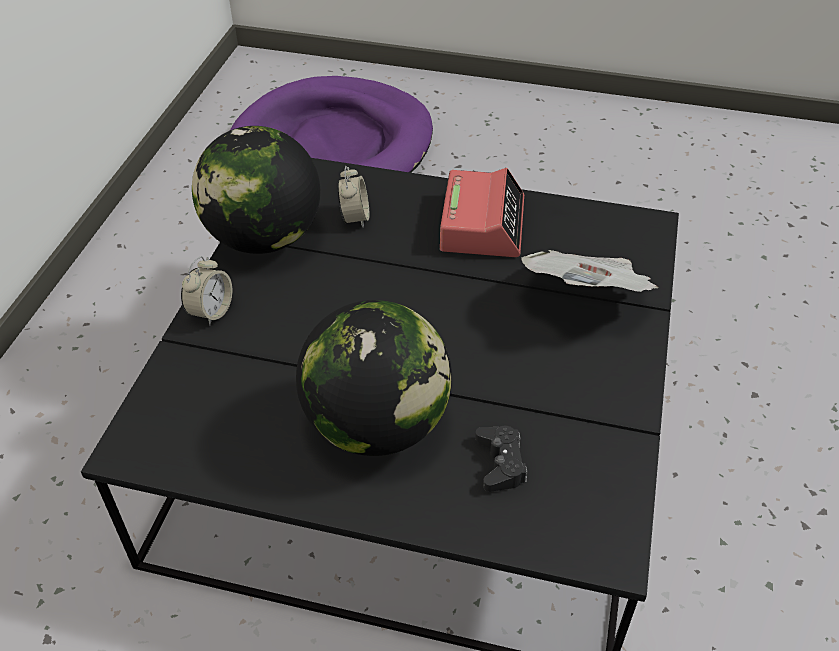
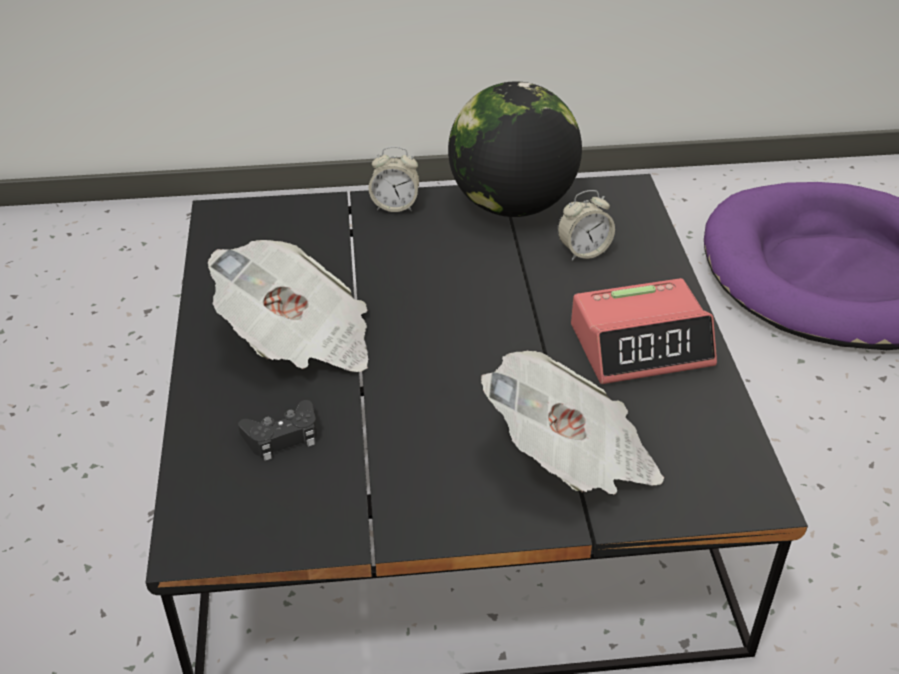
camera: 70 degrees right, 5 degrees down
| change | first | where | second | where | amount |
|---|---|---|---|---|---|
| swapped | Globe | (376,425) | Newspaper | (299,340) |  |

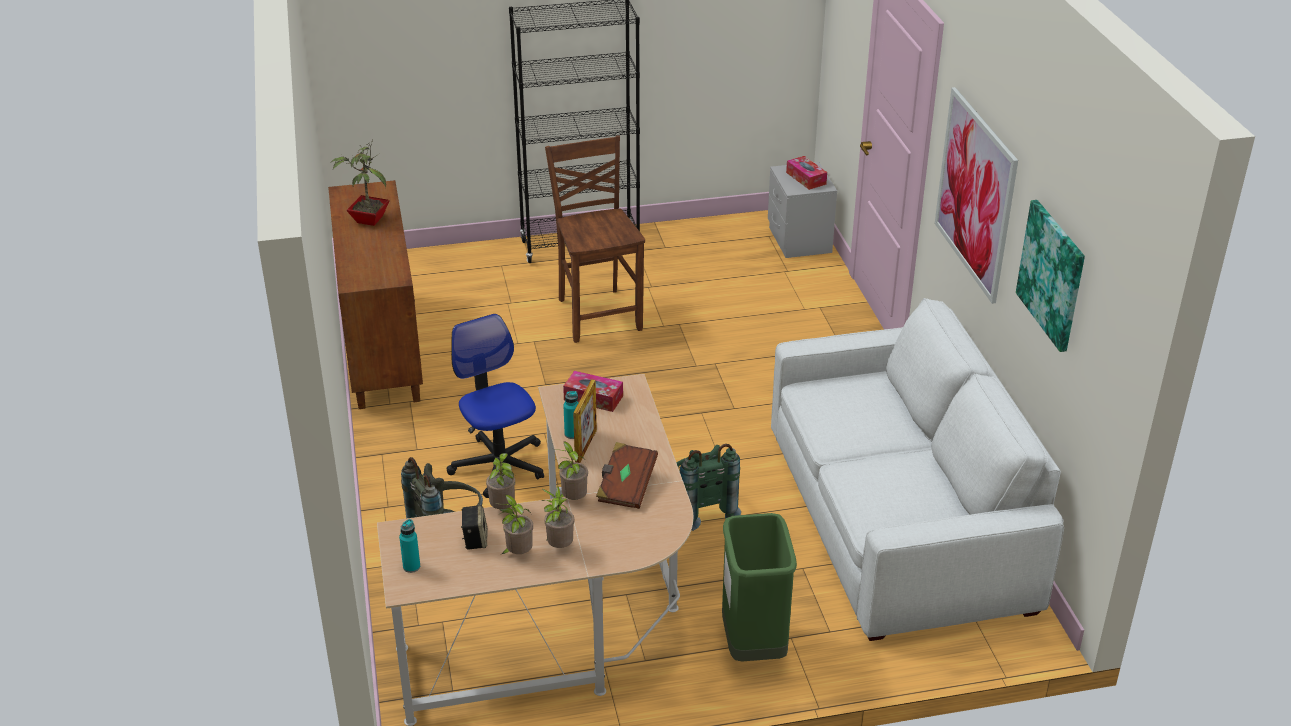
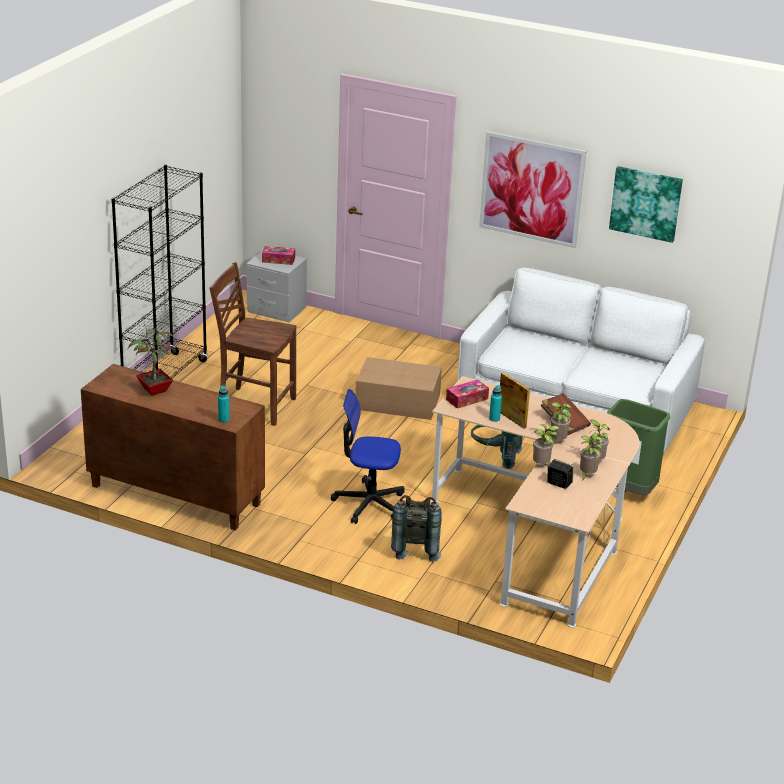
camera: 55 degrees left, 5 degrees down
| change | first | where | second | where | amount |
|---|---|---|---|---|---|
| new |  |  | CardboardBox | (399,402) |  |
| shifted | TurquoiseBottle | (411,567) |  | (223,420) |  |

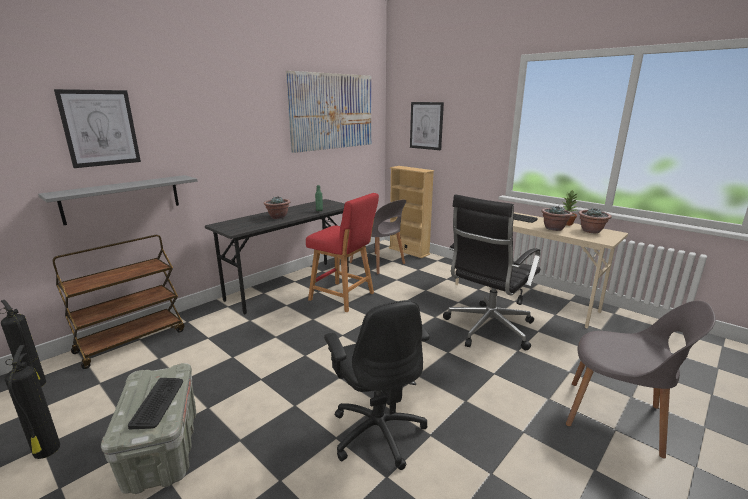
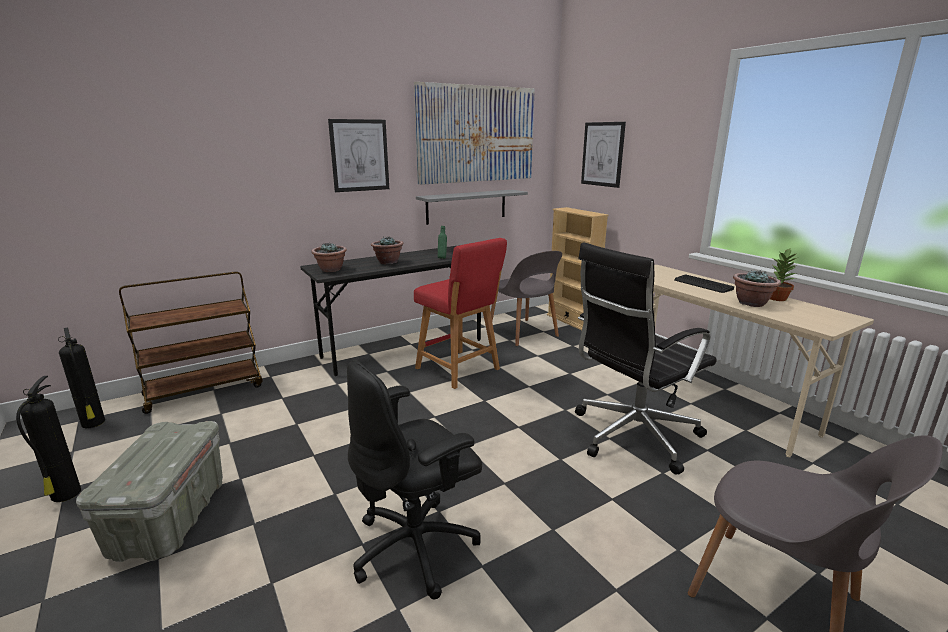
camera: 15 degrees right, 0 degrees up
| change | first | where | second | where | amount |
|---|---|---|---|---|---|
| gone | Keyboard | (158,402) |  |  |  |
| shifted | GreyShelf | (122,199) |  | (466,206) |  |
| shifted | Picture | (100,128) |  | (359,155) |  |
| shifted | PottedPlant | (591,231) |  | (331,270) |  |
| rotated | BlackOfficeChair | (378,431) |  | (417,546) | 60 degrees clockwise |

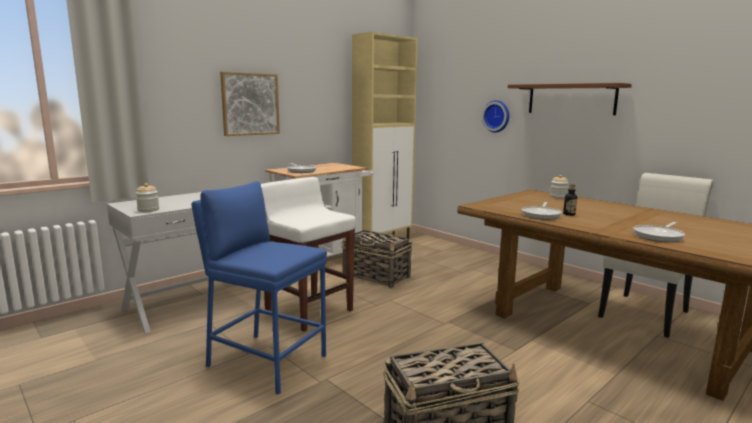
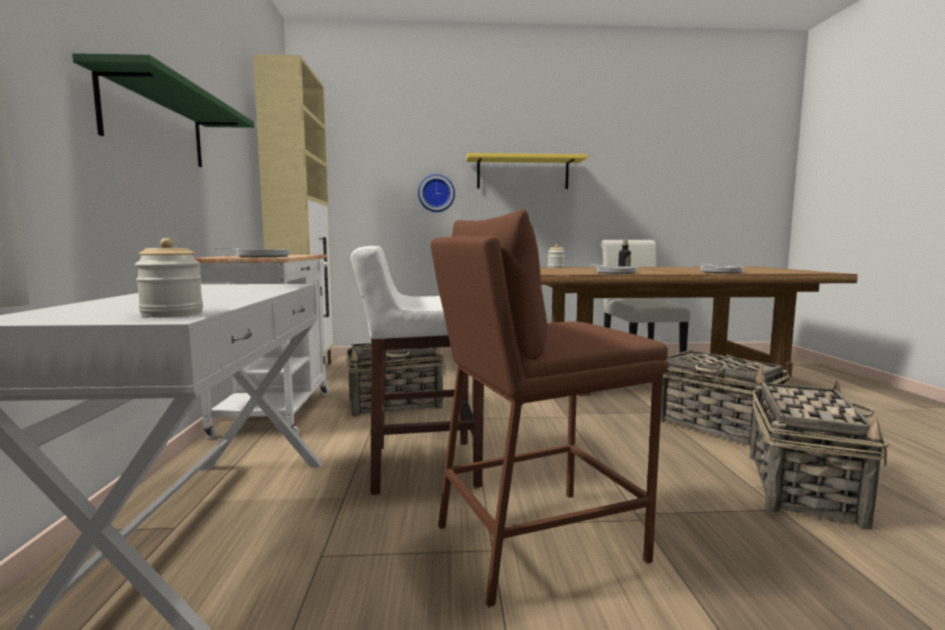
camera: 50 degrees left, 5 degrees down
| change | first | where | second | where | amount |
|---|---|---|---|---|---|
| new |  |  | Basket | (718,427) |  |
| swapped | Picture | (250,104) | GreenShelf | (155,124) |  |
| repainted | BlueStool | (266,361) | BrownStool | (536,541) |  |
| repainted | BrownShelf | (571,99) | YellowShelf | (522,173) |  |

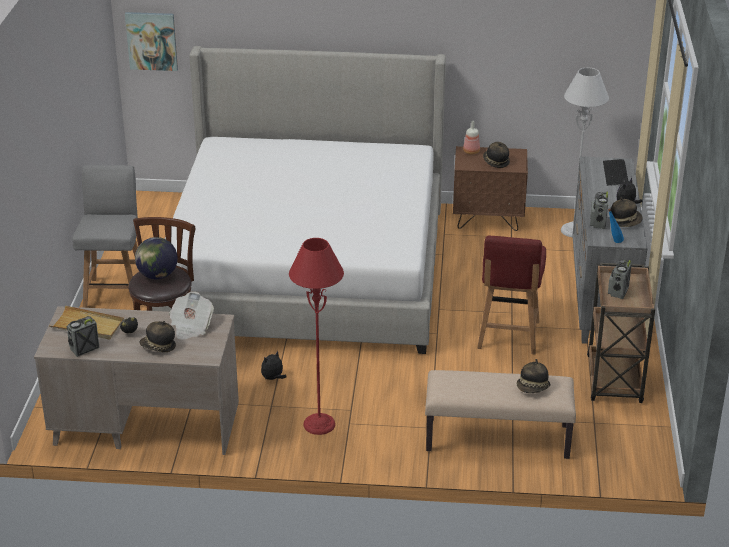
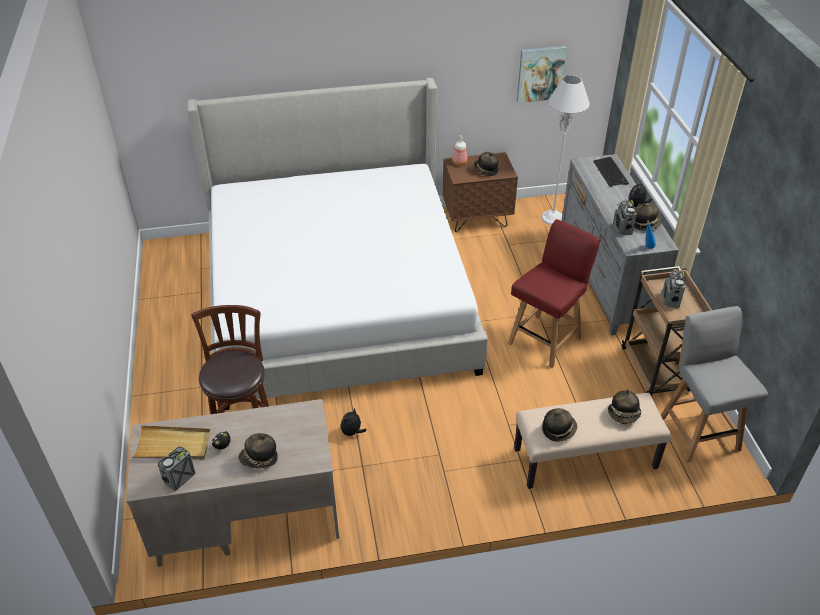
camera: 15 degrees left, 10 degrees up
| change | first | where | second | where | amount |
|---|---|---|---|---|---|
| gone | Globe | (157,275) |  |  |  |
| gone | Newspaper | (191,327) |  |  |  |
| gone | RedFloorLamp | (319,424) |  |  |  |
| new |  |  | Hat | (558,429) |  |
| shifted | GreyChair | (115,293) |  | (698,432) |  |
| shifted | Picture | (152,40) |  | (540,73) |  |
| rotated | RedChair | (508,336) |  | (545,340) | 135 degrees counterclockwise |

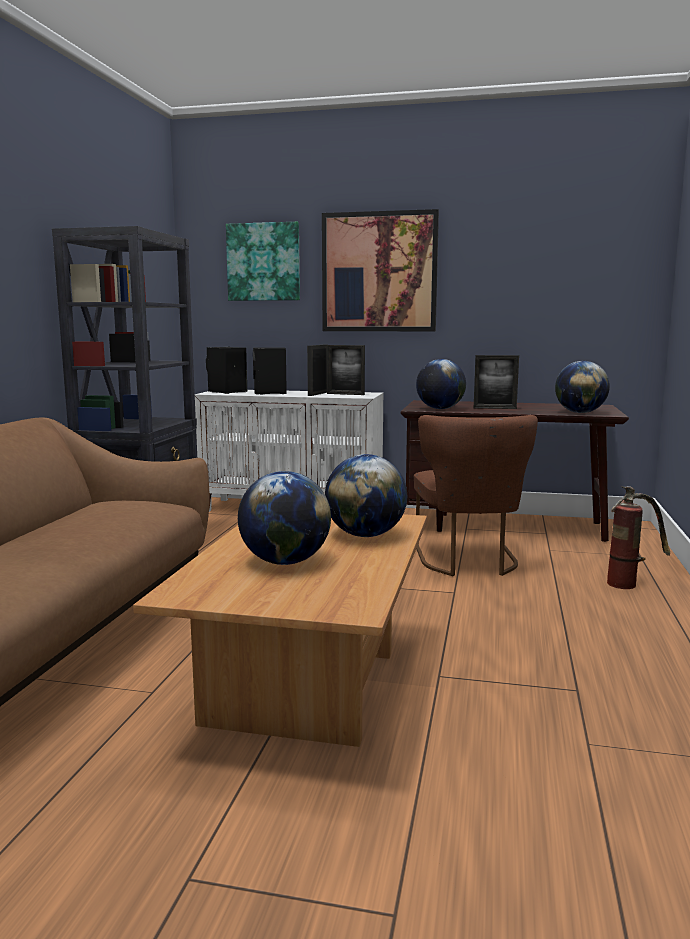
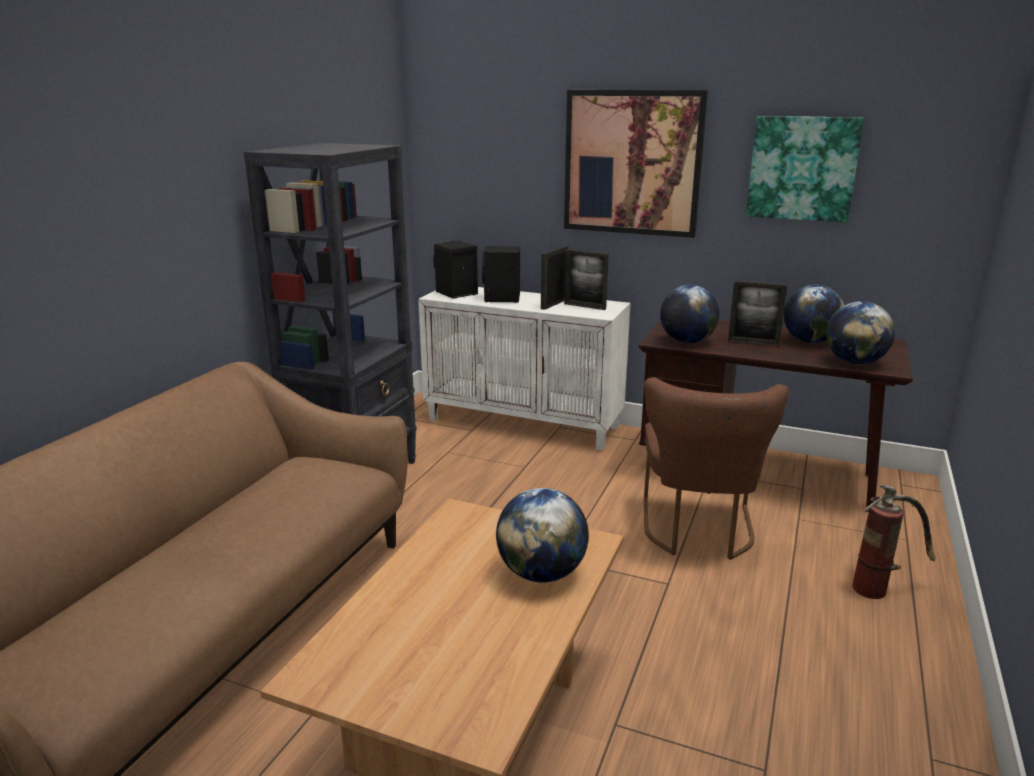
camera: 10 degrees right, 10 degrees up
| change | first | where | second | where | amount |
|---|---|---|---|---|---|
| shifted | Picture | (263,262) |  | (802,168) |  |
| shifted | Globe | (285,562) |  | (810,341) |  |

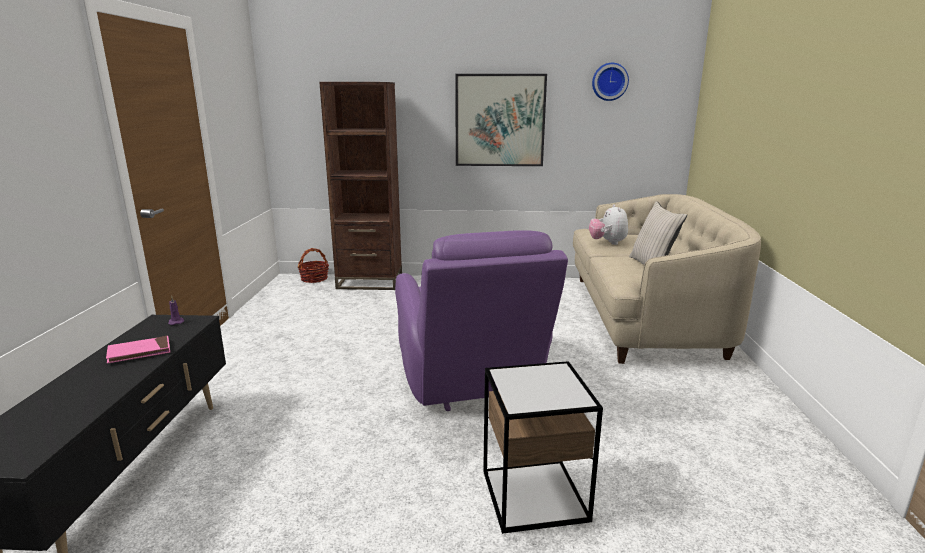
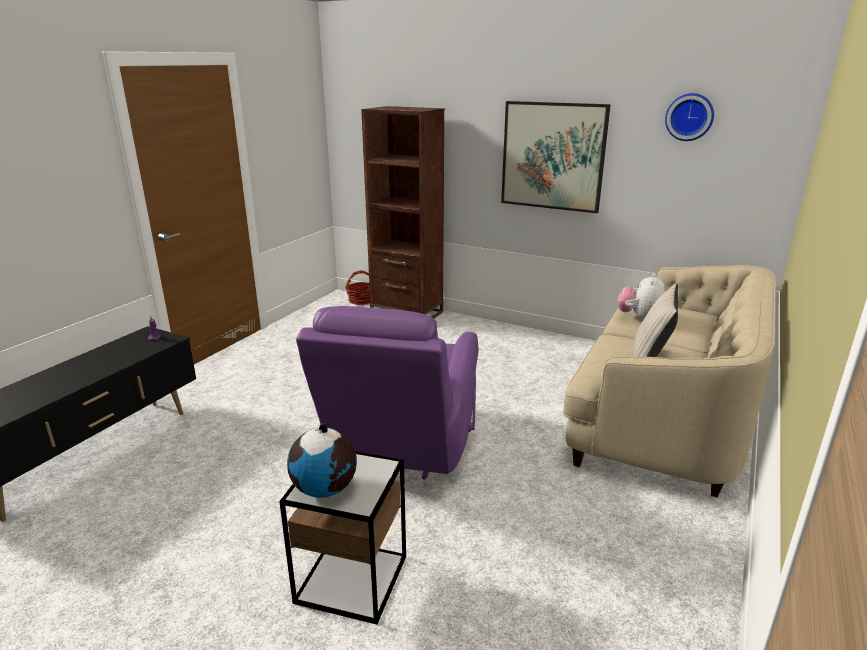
camera: 25 degrees right, 5 degrees up
| change | first | where | second | where | amount |
|---|---|---|---|---|---|
| gone | PinkBook | (139,352) |  |  |  |
| new |  |  | Globe | (325,489) |  |

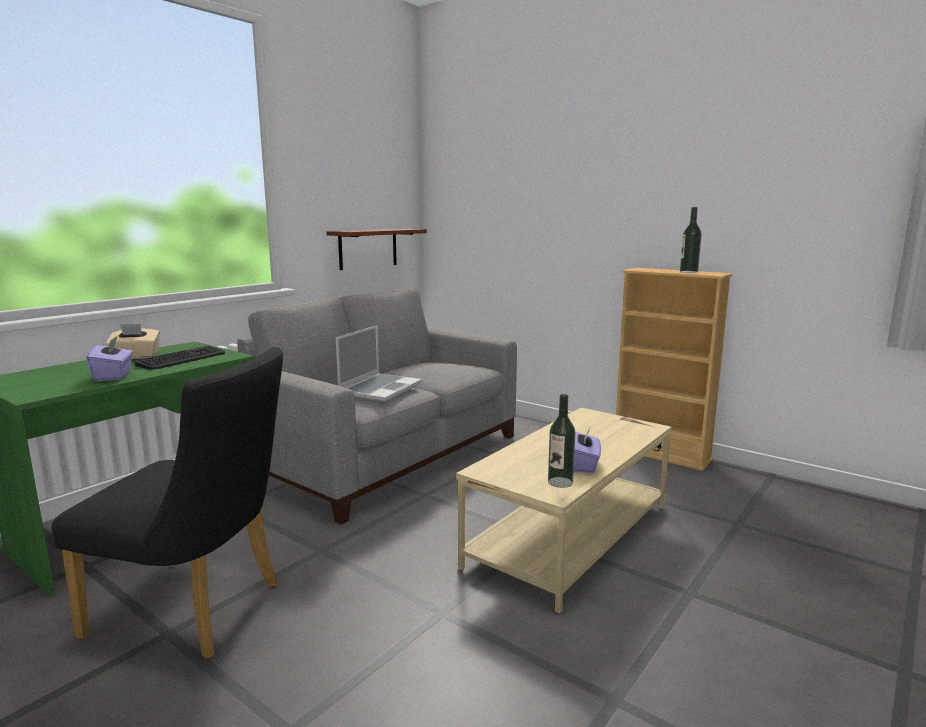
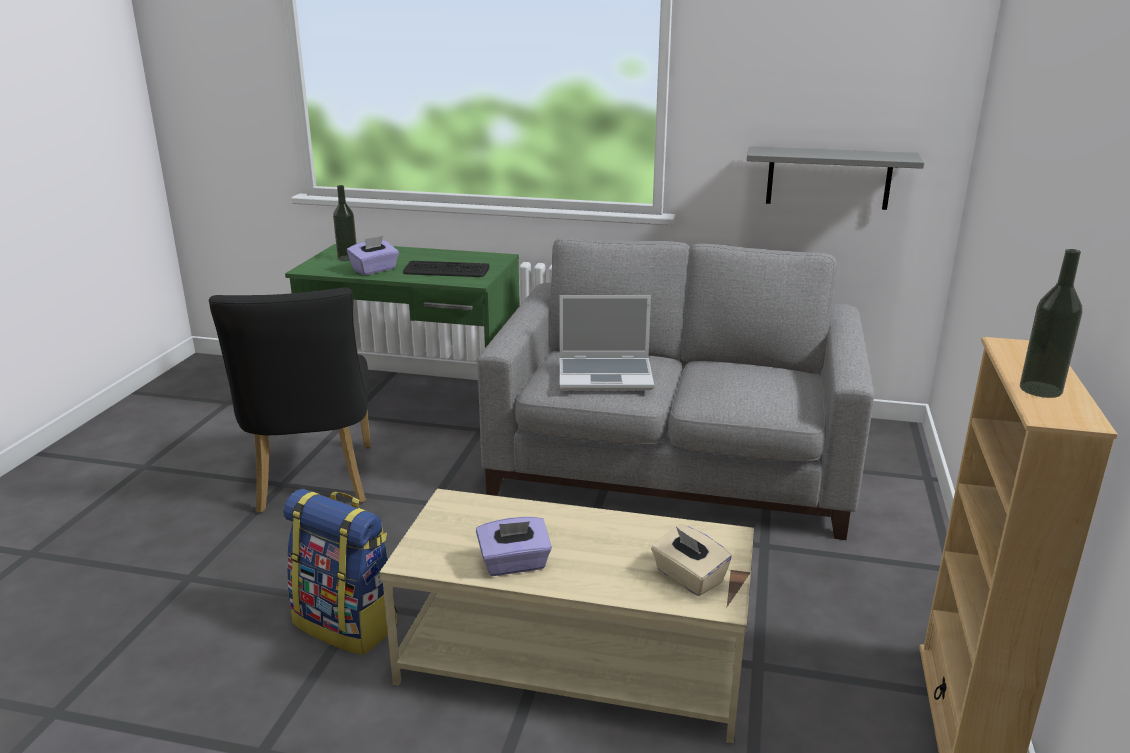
camera: 65 degrees right, 10 degrees up
| change | first | where | second | where | amount |
|---|---|---|---|---|---|
| new |  |  | Backpack | (348,624) |  |
| shifted | BeigeTissueBox | (135,357) |  | (688,578) |  |
| shifted | Bottle | (560,482) |  | (347,258) |  |
| repainted | BrownShelf | (368,248) | GreyShelf | (828,178) |  |

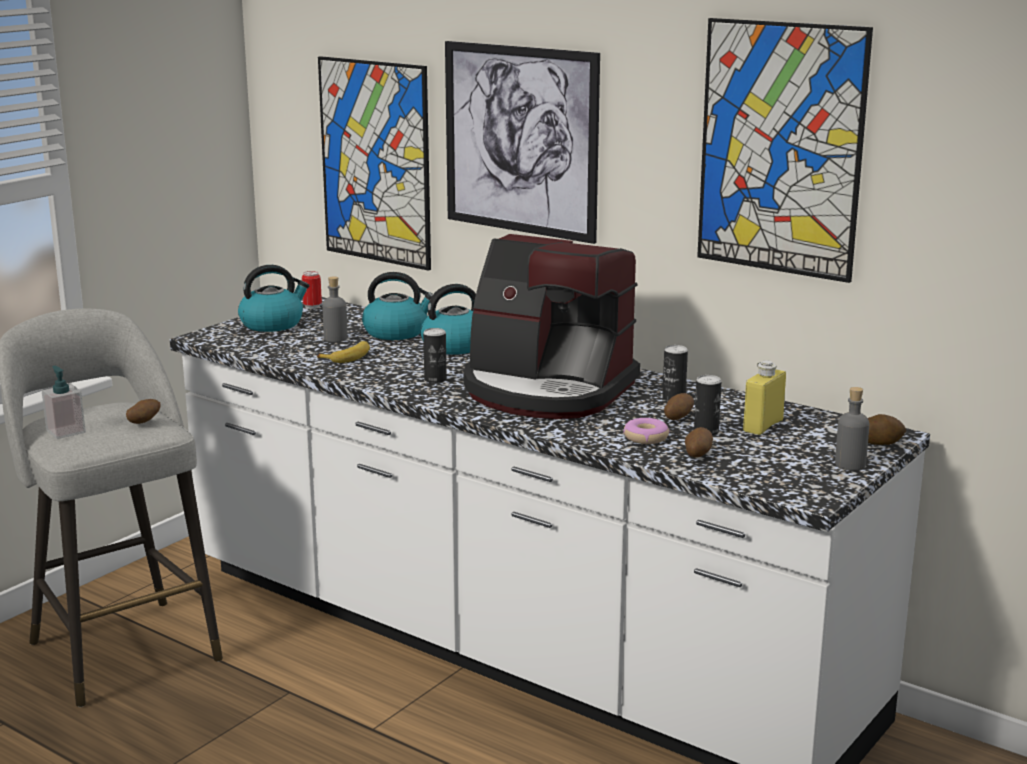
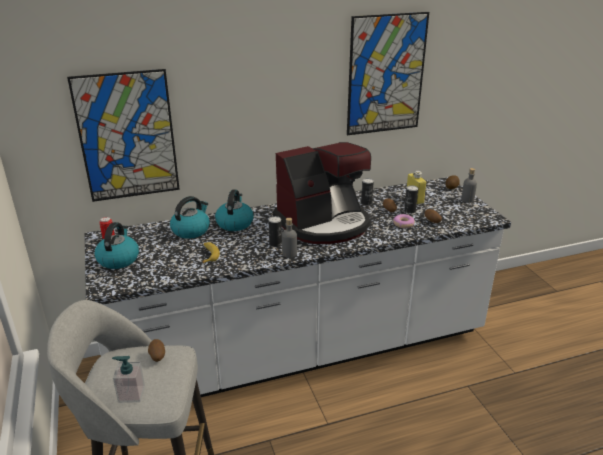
camera: 55 degrees left, 10 degrees up
| change | first | where | second | where | amount |
|---|---|---|---|---|---|
| gone | Picture | (520,140) |  |  |  |
| shifted | GreyBottle | (335,338) |  | (289,253) |  |

